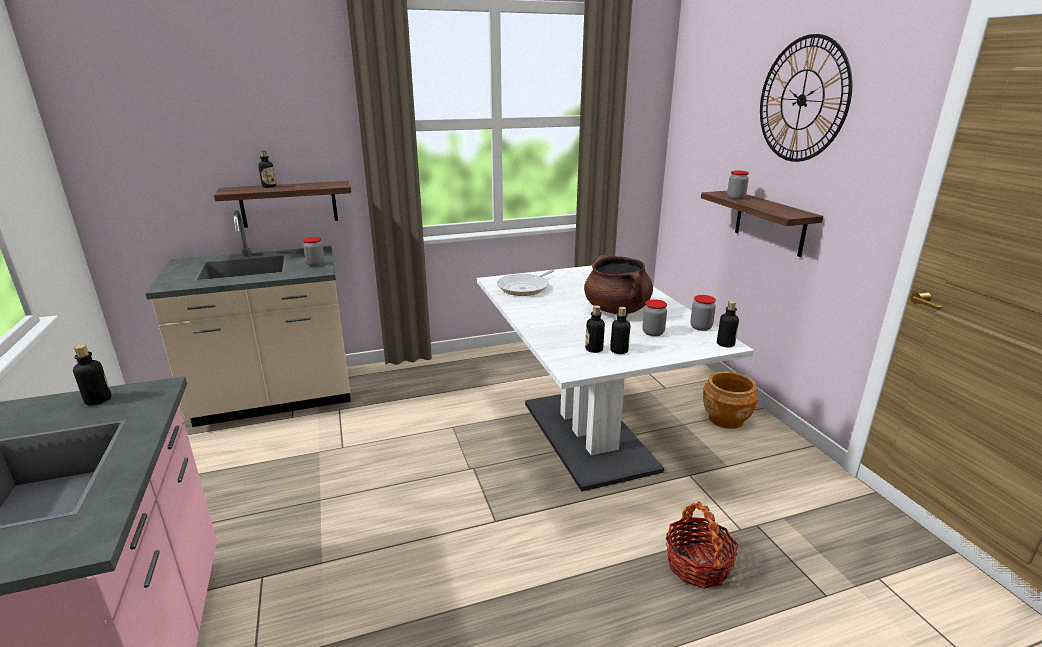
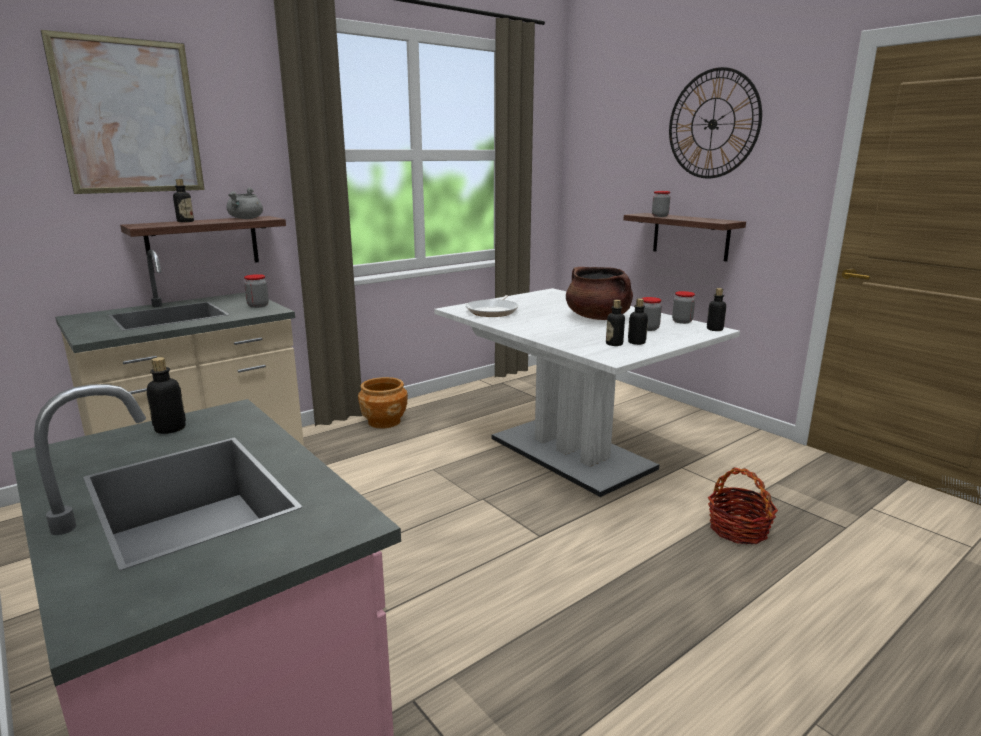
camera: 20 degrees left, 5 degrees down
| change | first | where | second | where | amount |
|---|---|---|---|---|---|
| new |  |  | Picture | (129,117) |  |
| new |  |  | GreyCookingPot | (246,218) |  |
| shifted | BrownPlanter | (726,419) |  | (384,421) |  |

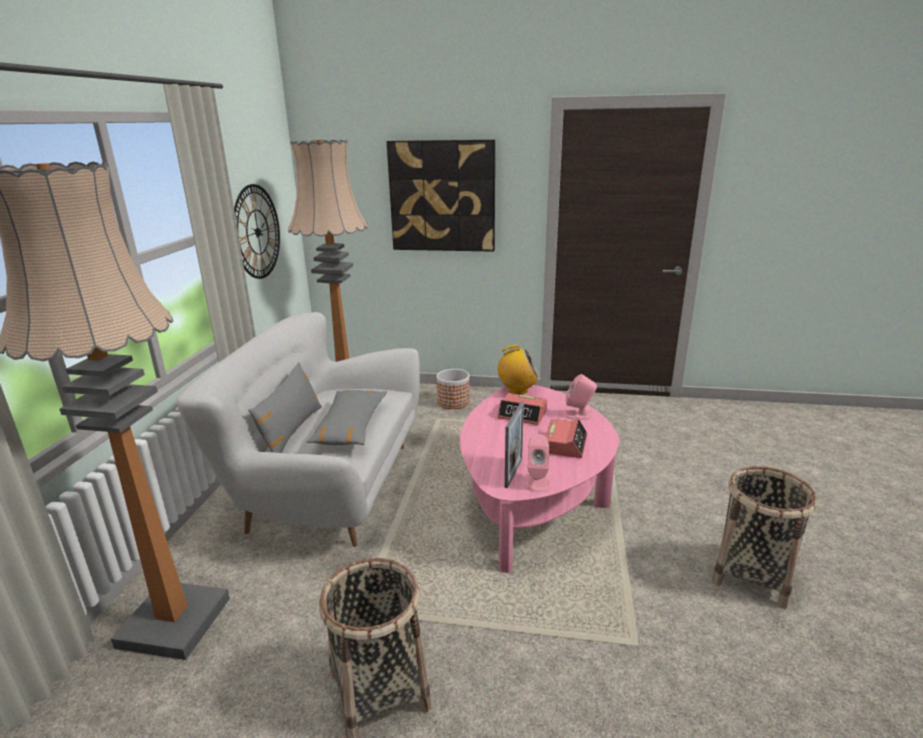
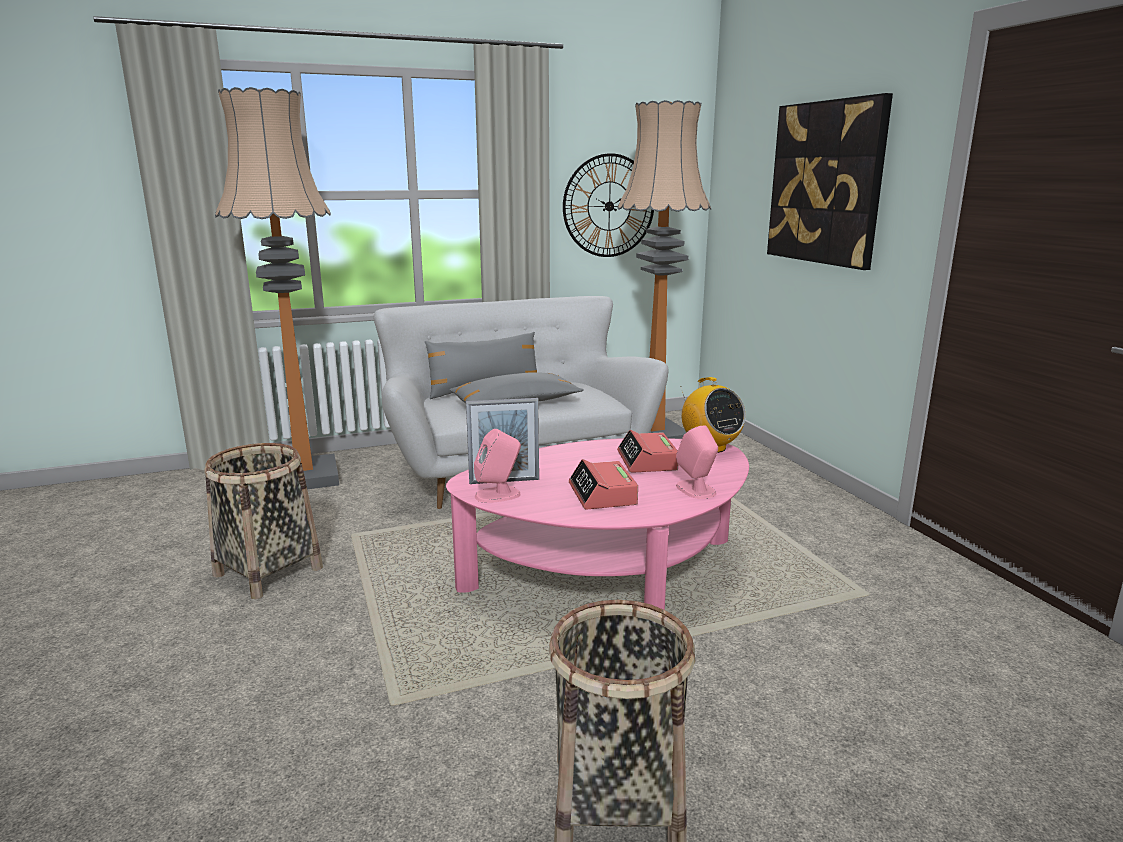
camera: 60 degrees right, 5 degrees down
| change | first | where | second | where | amount |
|---|---|---|---|---|---|
| gone | Planter | (453,402) |  |  |  |
| rotated | AlarmClock | (565,444) |  | (602,495) | 90 degrees clockwise |

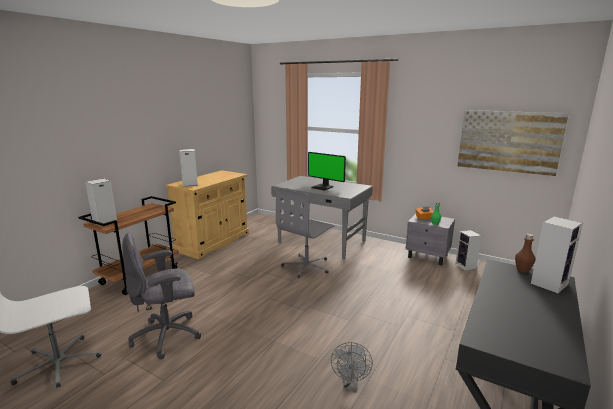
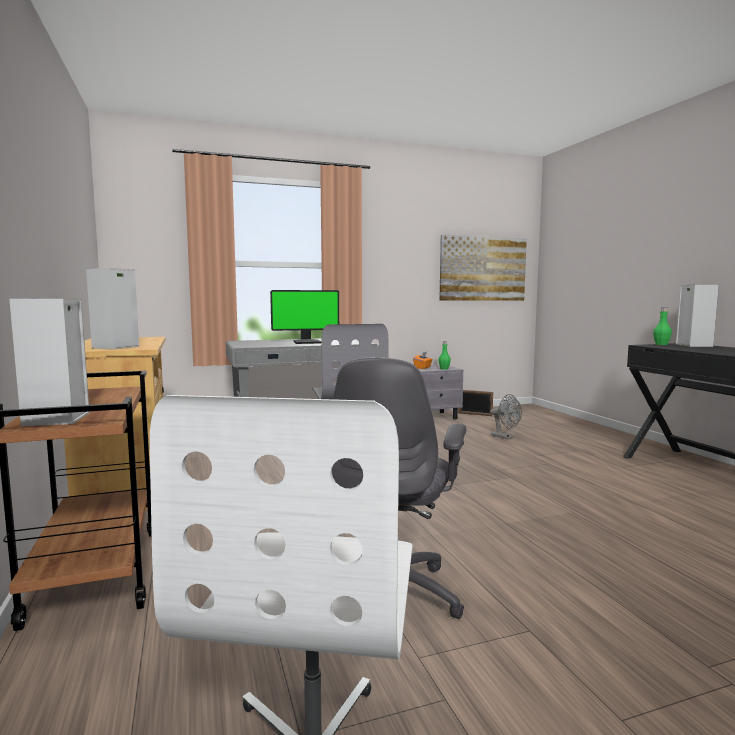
camera: 50 degrees left, 10 degrees down
| change | first | where | second | where | amount |
|---|---|---|---|---|---|
| shifted | GreyFan | (350,384) |  | (505,437) |  |
| swapped | Speaker | (466,266) | PictureFrame | (475,414) |  |
| repainted | BrownBottle | (522,270) | GreenBottle | (661,344) |  |

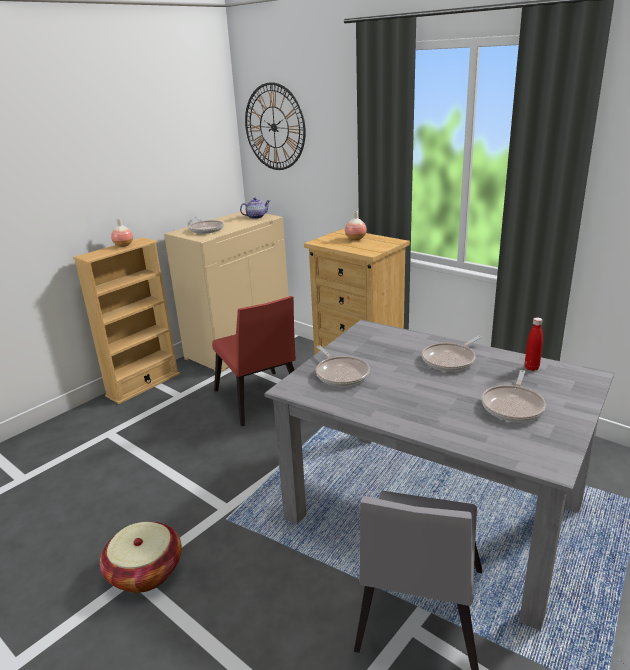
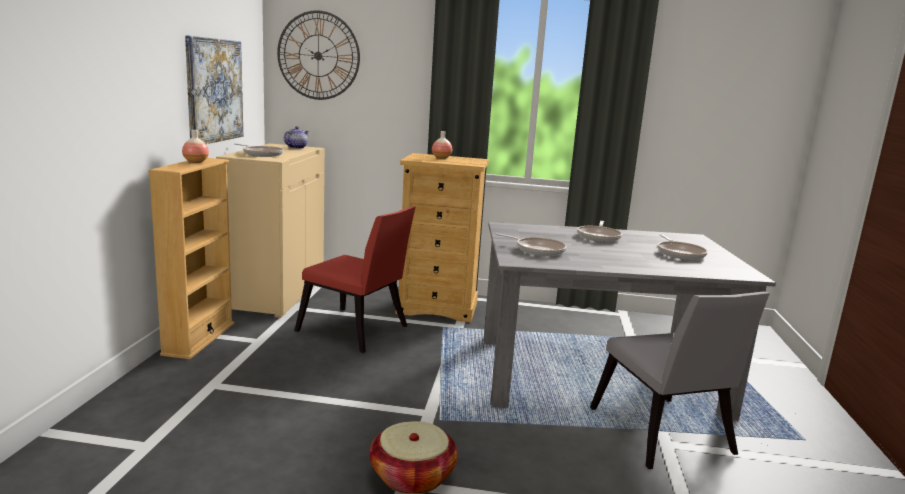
camera: 35 degrees left, 10 degrees down
| change | first | where | second | where | amount |
|---|---|---|---|---|---|
| gone | RedBottle | (531,368) |  |  |  |
| new |  |  | Picture | (214,90) |  |

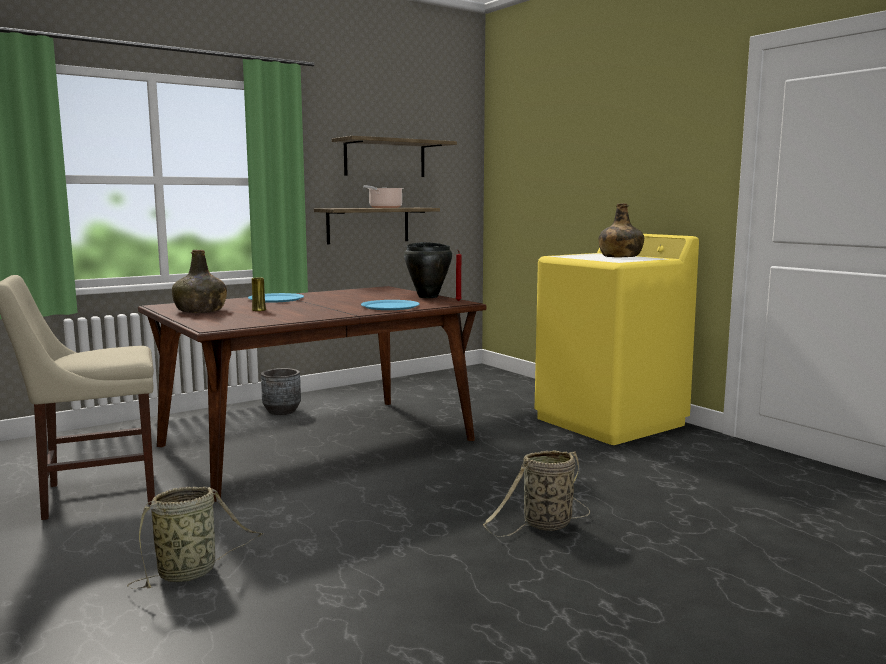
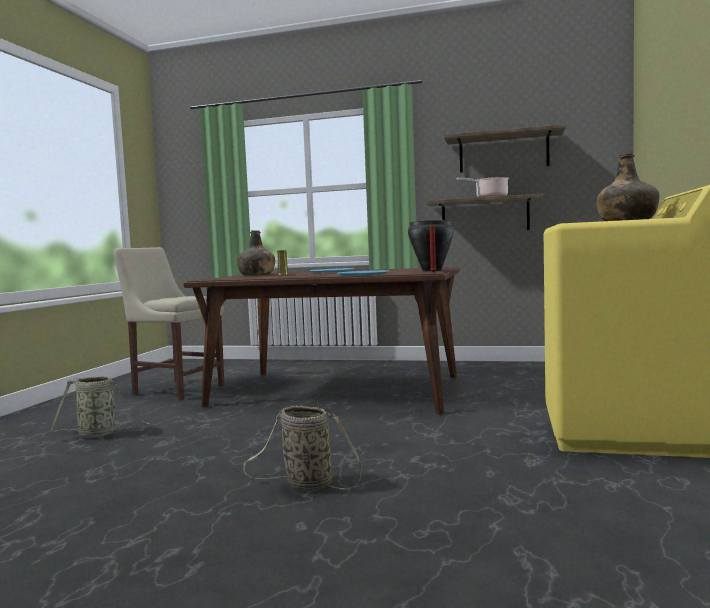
camera: 50 degrees right, 5 degrees down
| change | first | where | second | where | amount |
|---|---|---|---|---|---|
| gone | GreyPlanter | (282,411) |  |  |  |

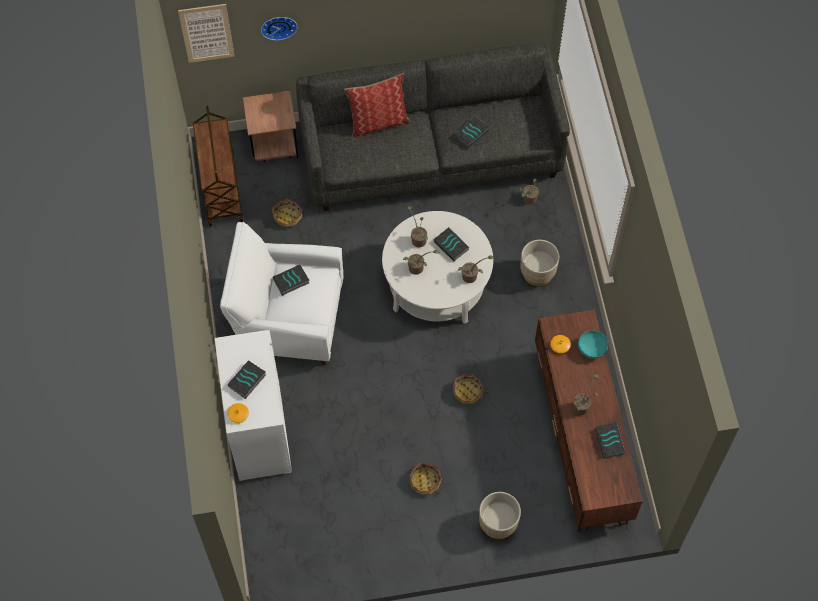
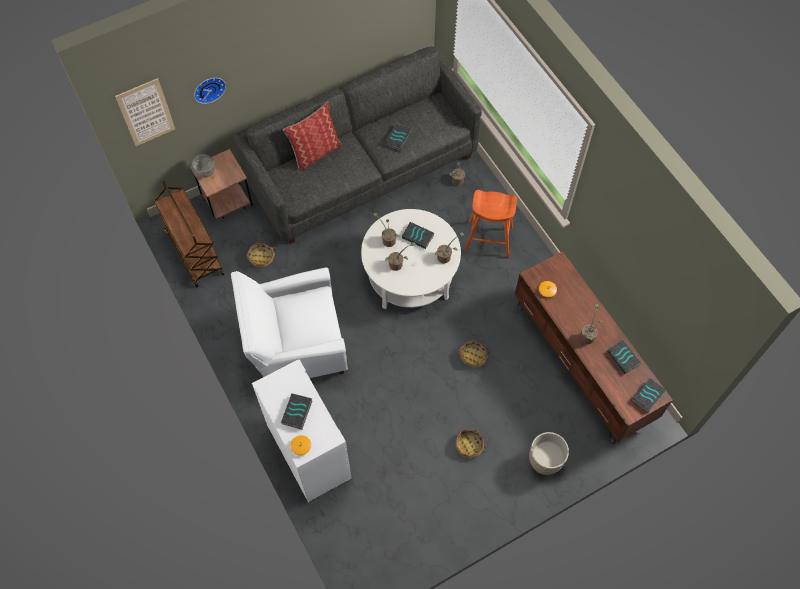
camera: 20 degrees left, 0 degrees up
| change | first | where | second | where | amount |
|---|---|---|---|---|---|
| gone | TurquoiseBowl | (592,348) |  |  |  |
| new |  |  | GreyBowl | (205,172) |  |
| shifted | Book | (291,282) |  | (648,397) |  |
| swapped | BeigePlanter | (537,273) | OrangeStool | (489,239) |  |

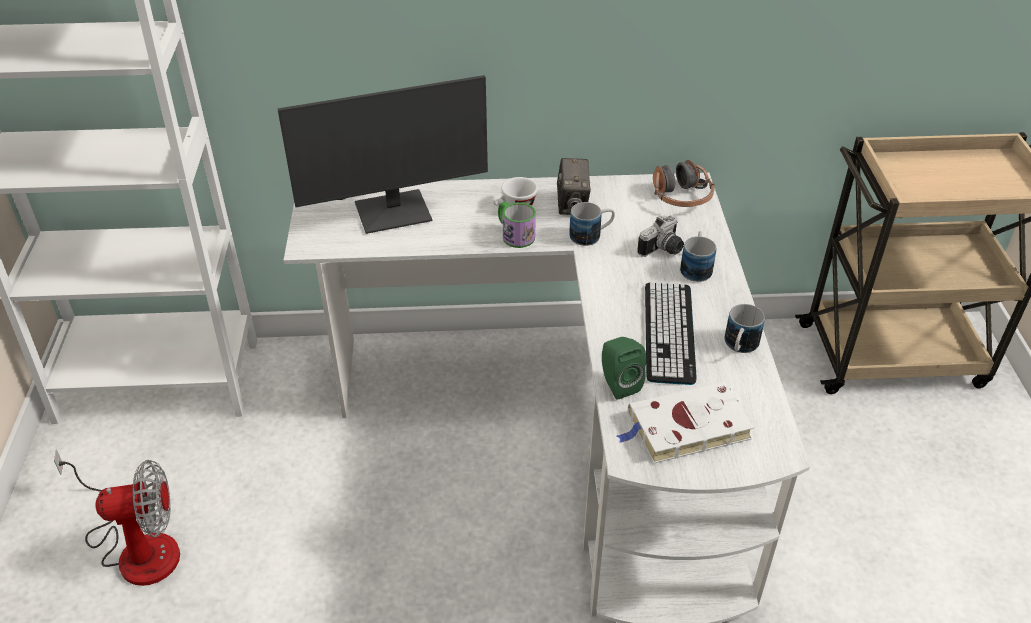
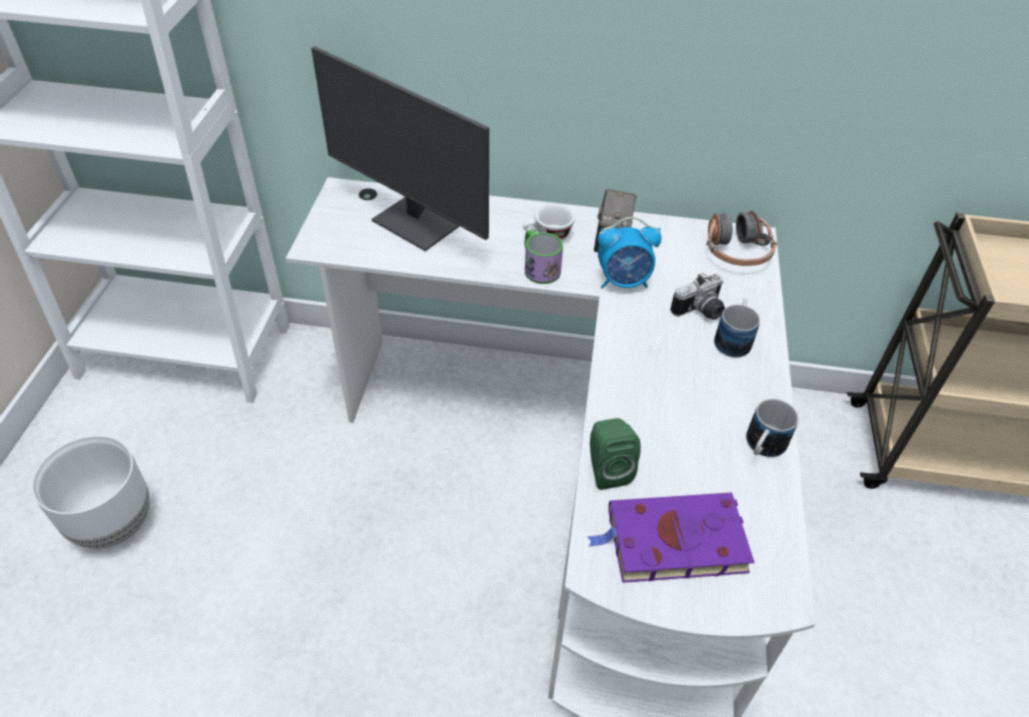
camera: 10 degrees right, 5 degrees up
| change | first | where | second | where | amount |
|---|---|---|---|---|---|
| gone | Keyboard | (669,332) |  |  |  |
| swapped | Fan | (137,547) | WhitePlanter | (113,523) |  |
| swapped | Mug | (591,235) | AlarmClock | (623,281) |  |
| repainted | WhiteBook | (685,428) | PurpleBook | (672,542) |  |
| rotated | Monitor | (394,213) |  | (417,223) | 45 degrees clockwise |

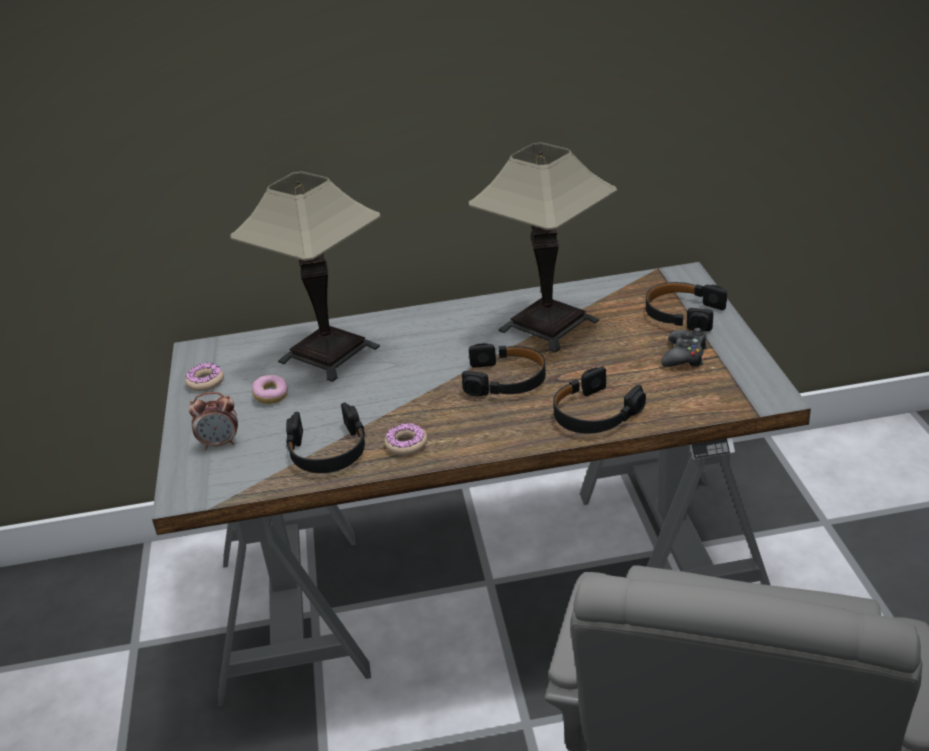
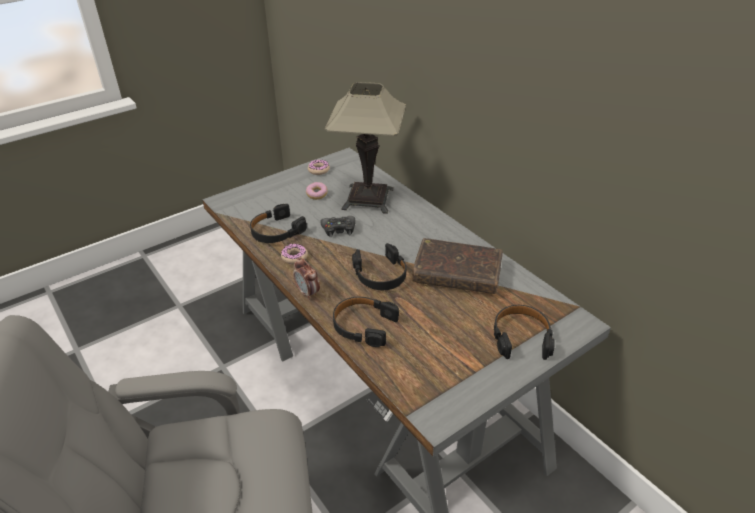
camera: 60 degrees right, 5 degrees up
| change | first | where | second | where | amount |
|---|---|---|---|---|---|
| shifted | AlarmClock | (220,443) |  | (308,293) |  |
| shifted | BlackGameController | (684,356) |  | (339,229) |  |
| swapped | TableLamp | (549,325) | BrownBook | (457,274) |  |

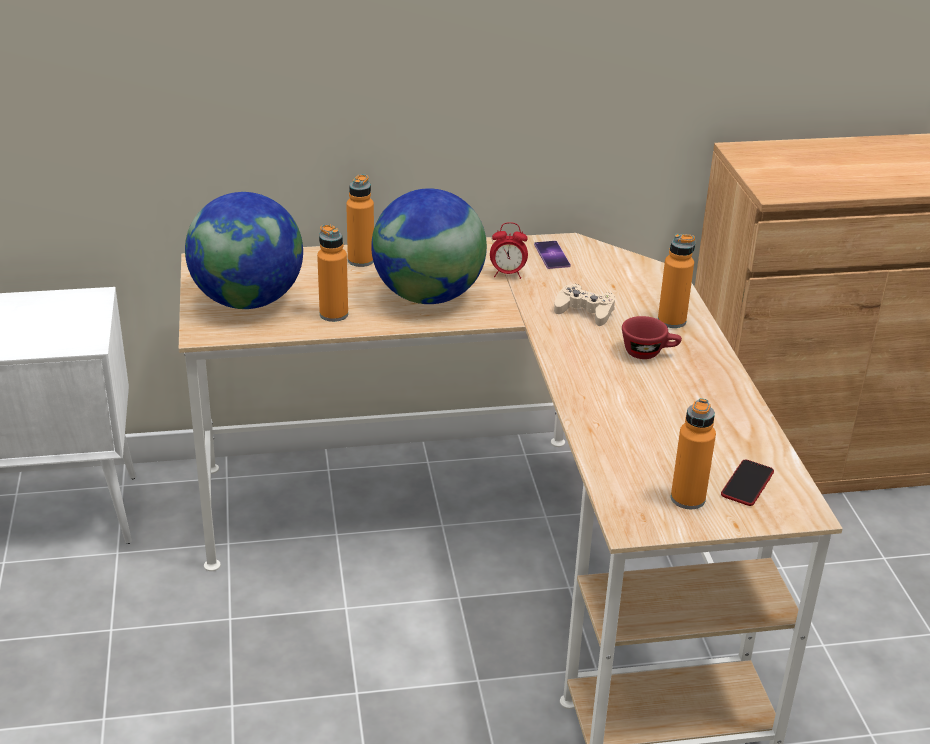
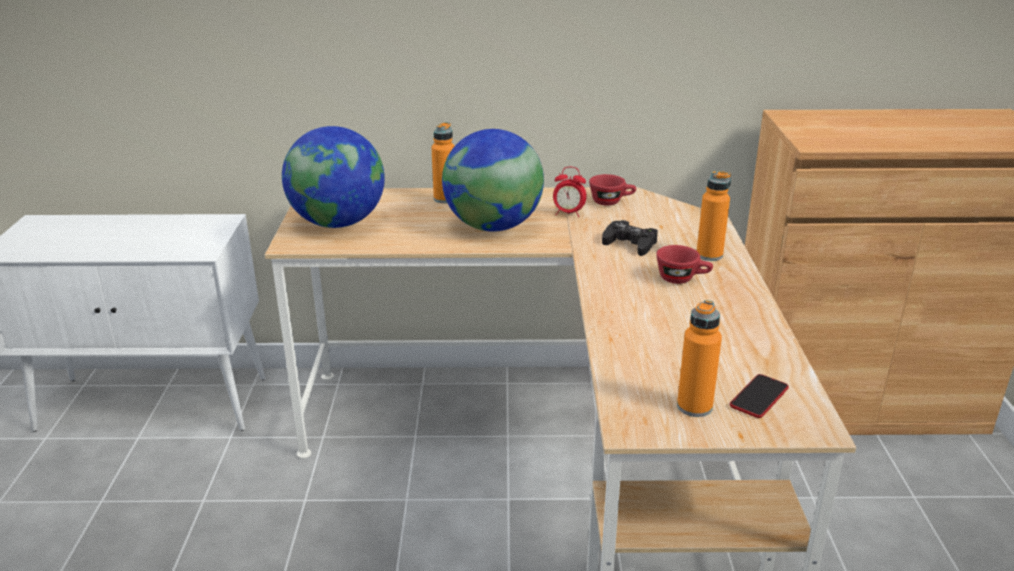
camera: 10 degrees right, 5 degrees down
| change | first | where | second | where | amount |
|---|---|---|---|---|---|
| gone | OrangeBottle | (334,314) |  |  |  |
| swapped | Phone | (552,255) | RedCup | (611,202) |  |
| repainted | BeigeGameController | (585,311) | BlackGameController | (630,244) |  |

